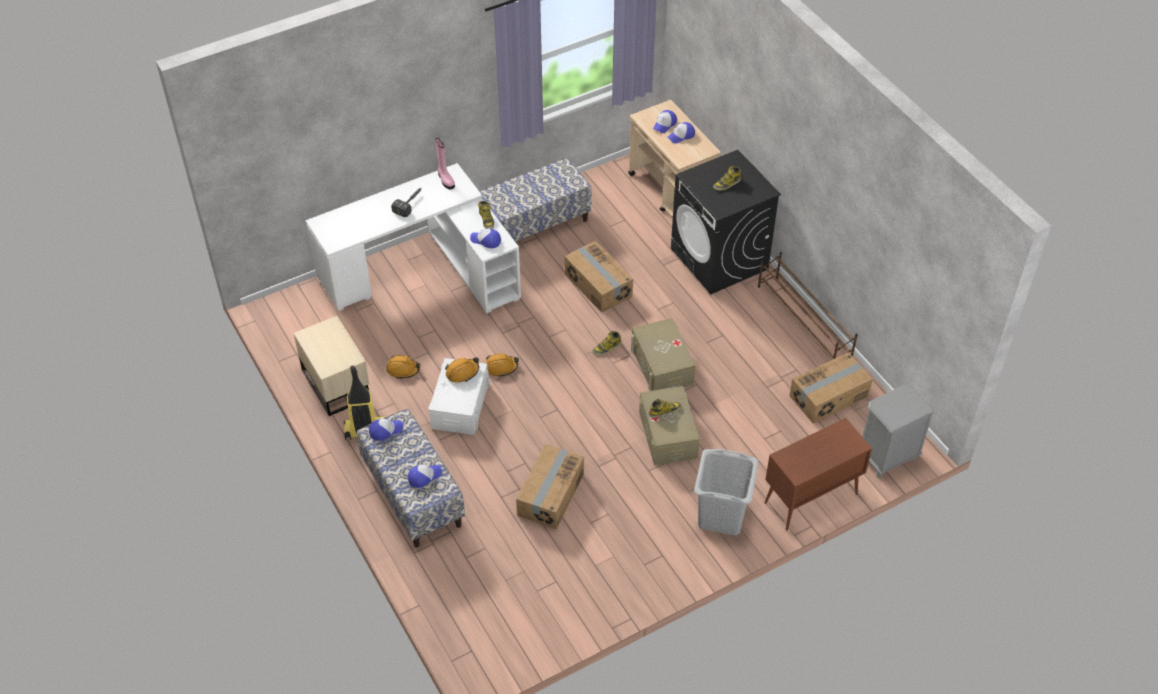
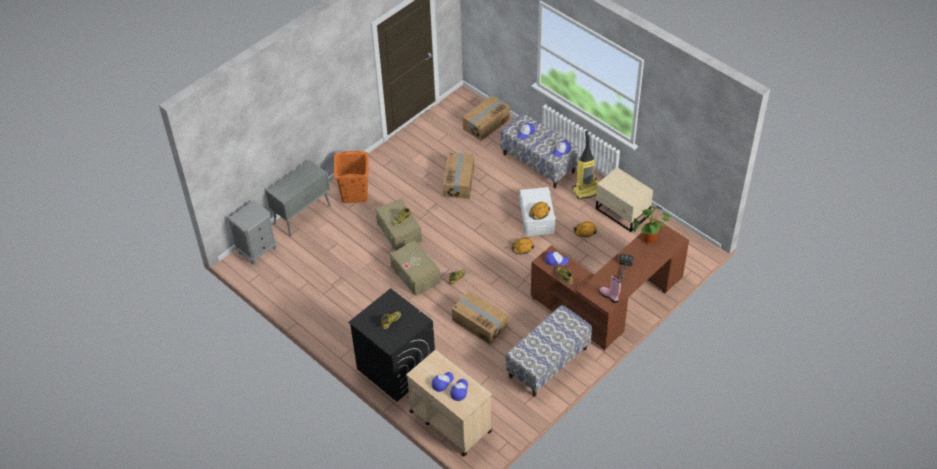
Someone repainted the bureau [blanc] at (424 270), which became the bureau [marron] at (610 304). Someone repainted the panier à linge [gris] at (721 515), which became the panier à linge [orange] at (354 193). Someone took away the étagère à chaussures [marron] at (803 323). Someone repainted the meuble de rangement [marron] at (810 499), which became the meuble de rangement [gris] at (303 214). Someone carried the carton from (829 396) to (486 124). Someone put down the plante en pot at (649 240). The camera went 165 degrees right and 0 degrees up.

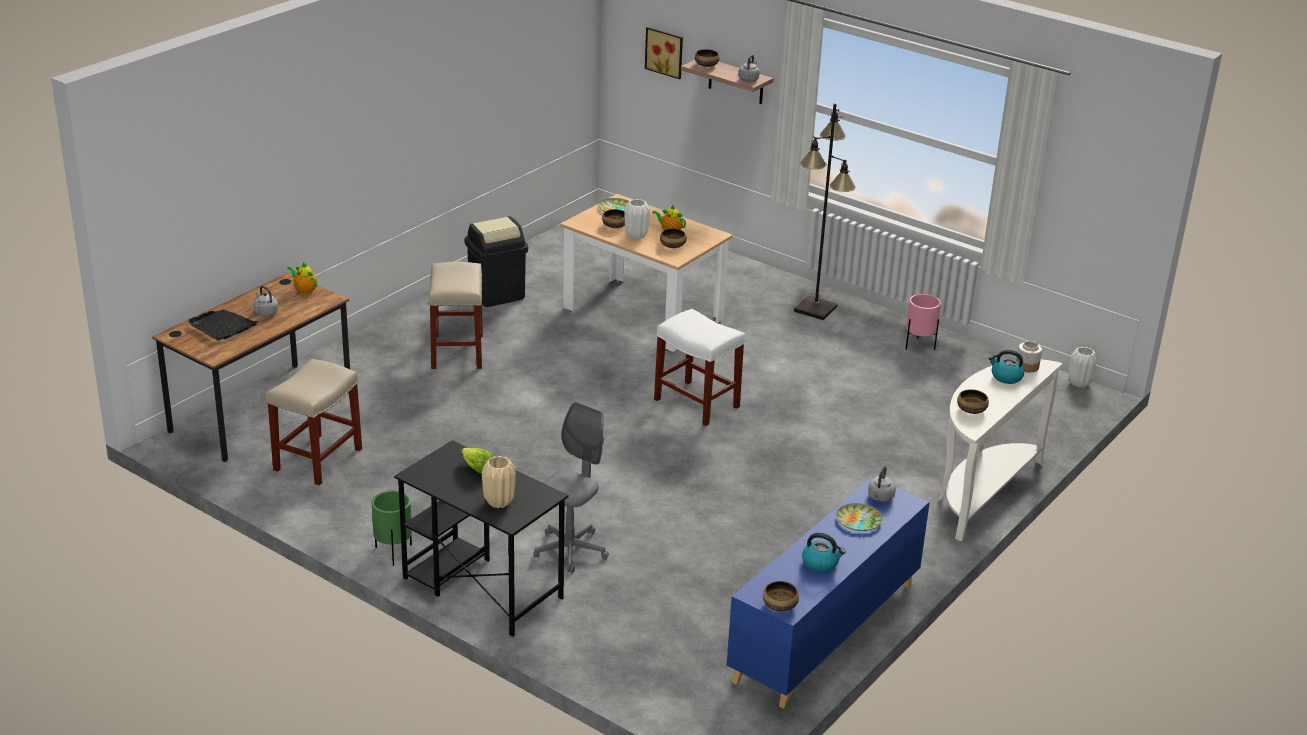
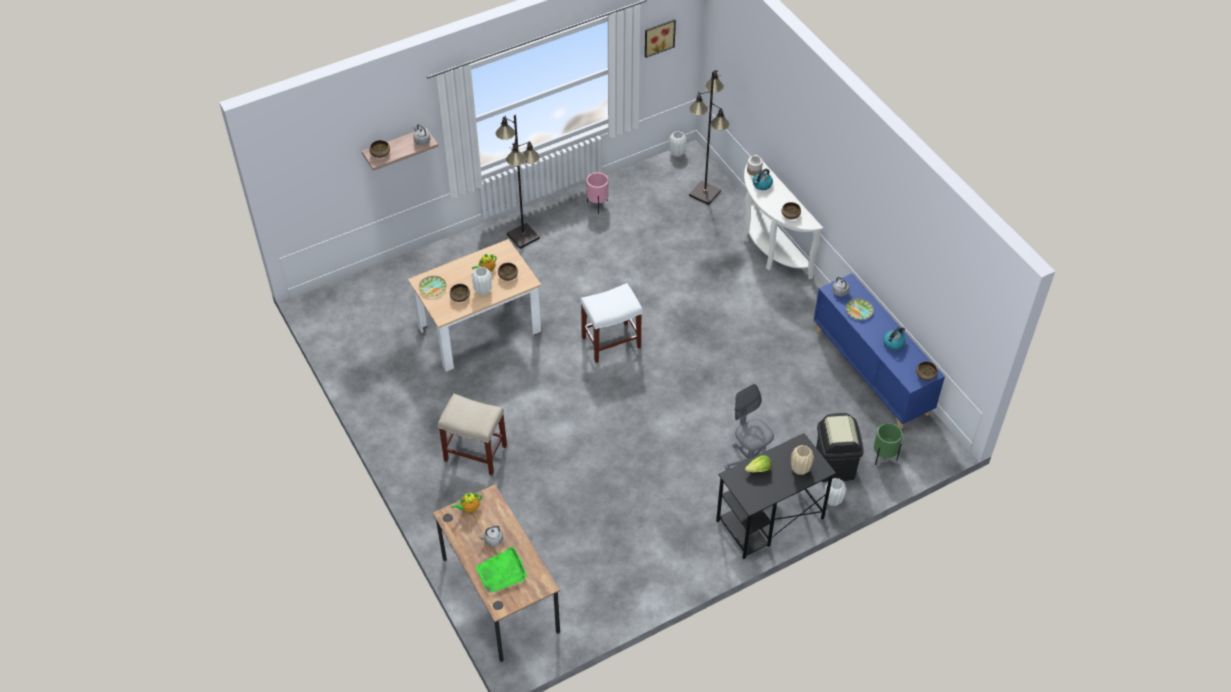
Someone repainted the plateau [noir] at (222 326), which became the plateau [vert] at (501 572). Someone took away the tabouret [beige] at (317 460). Someone carried the cache-pot [vert] from (393 553) to (883 457). Someone carried the poubelle [noir] from (496 294) to (834 466). Someone carried the tableau from (665 52) to (658 37). Someone put down the lampadaire [noir] at (705 193). Someone put down the vase [blanc] at (833 500). The camera went 65 degrees left and 20 degrees up.

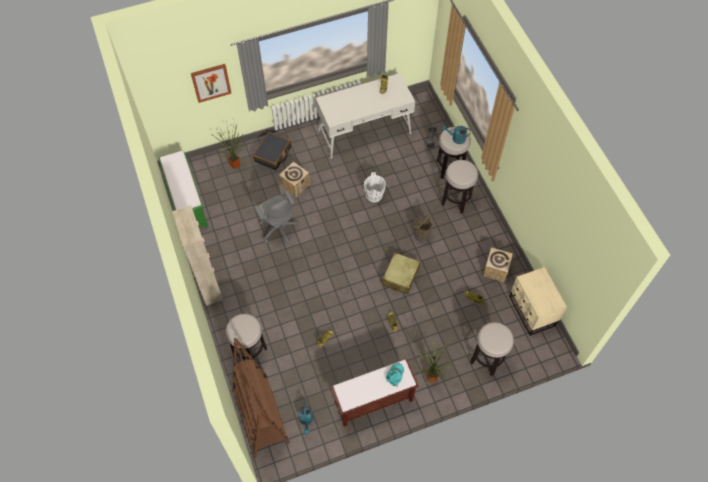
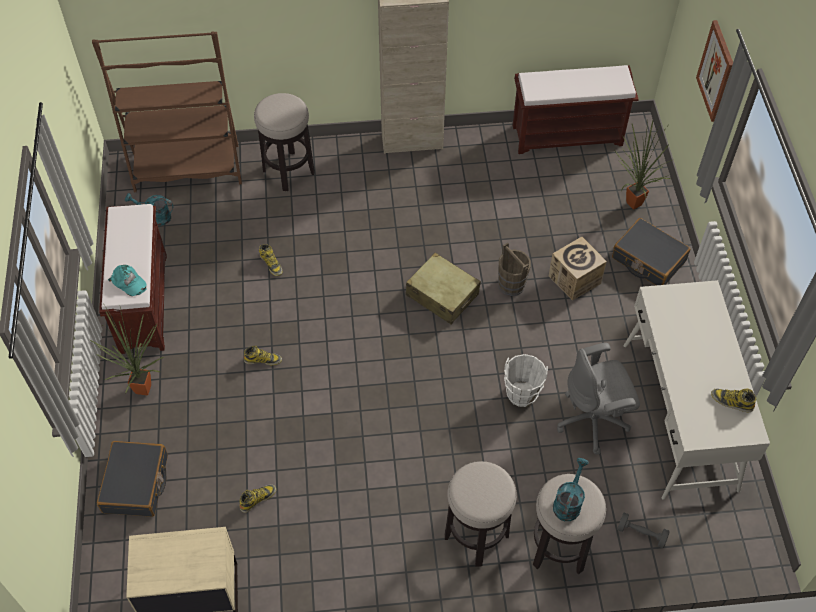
Someone repainted the banc [vert] at (187 204), which became the banc [marron] at (568 135). Someone carried the chaise de bureau [gris] from (278 228) to (593 420). Someone carried the valise [beige] from (400 276) to (442 295). Someone carried the seau [marron] from (421 235) to (511 284). Someone swapped the tabouret at (487 359) for the valise [noir] at (136 484). Someone took away the carton at (495 270). The camera went 105 degrees right and 5 degrees down.

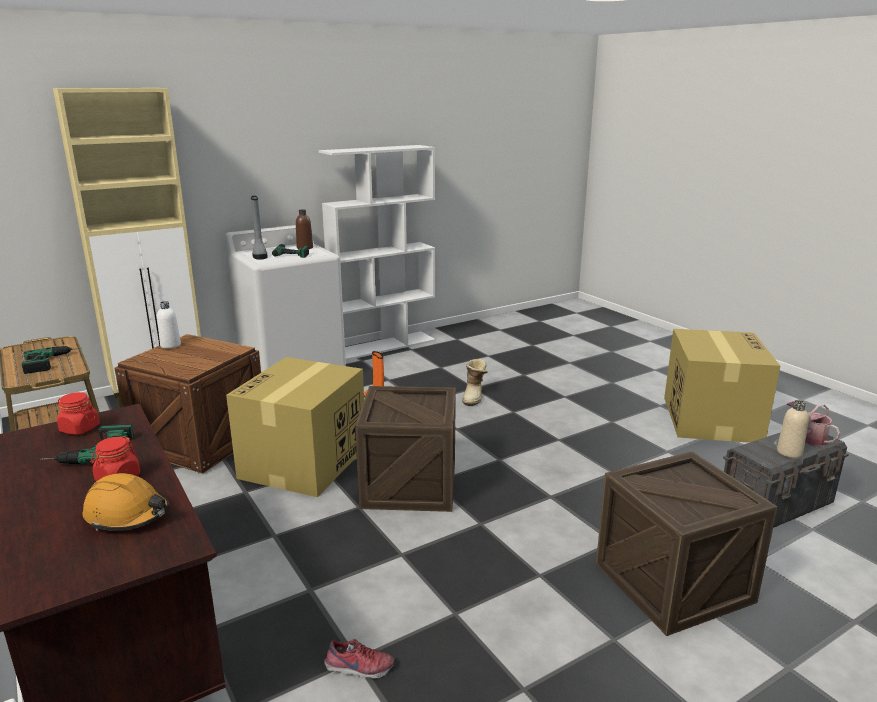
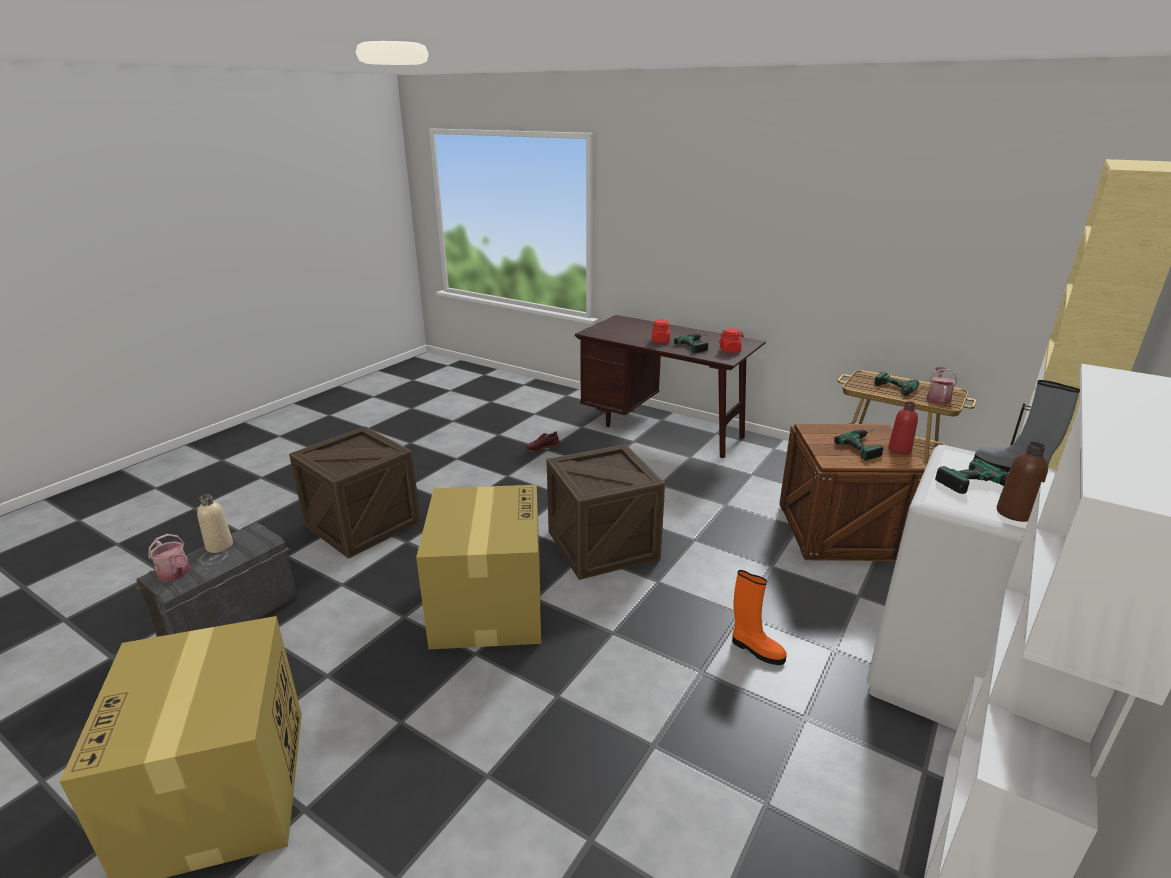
Someone took away the casque de chantier [orange] at (128 515). Someone repainted the bouteille [blanc] at (170 345), which became the bouteille [rouge] at (899 450). Someone carried the carton from (303 463) to (488 603). Someone took away the botte at (474 397). Someone put down the perceuse at (866 446). Someone put down the arrosoir at (937 398). The camera went 155 degrees right and 5 degrees up.

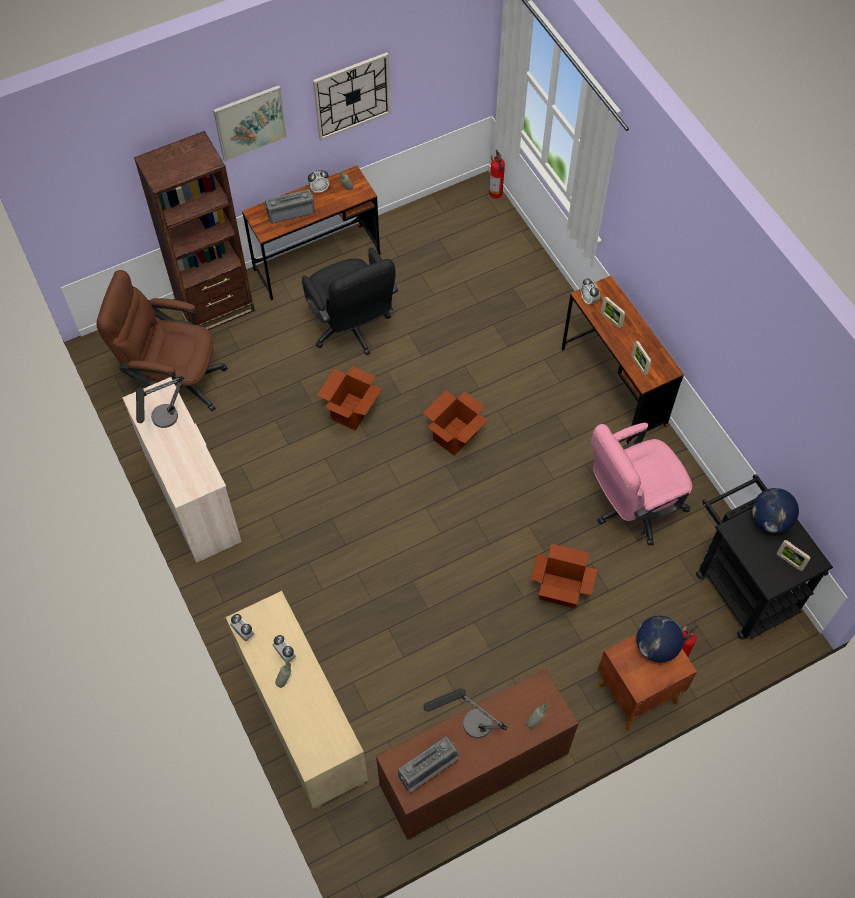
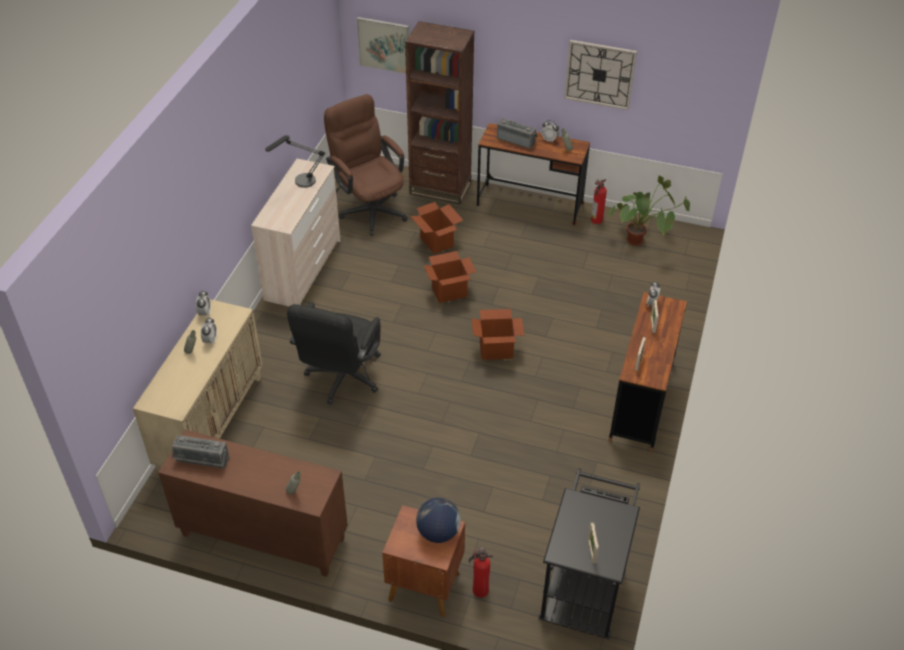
Someone carried the tableau from (250 122) to (384 45). Someone carried the chaise de bureau [noir] from (352 329) to (341 380). Someone took away the lampe de table at (468 725). Someone carried the extincteur from (496 194) to (596 220). Someone carried the carton from (560 590) to (437 242). Someone took away the chaise de bureau [rose] at (631 508). Someone took away the globe at (770 520). Someone put down the plante en pot at (642 239). The camera went 45 degrees right and 15 degrees down.

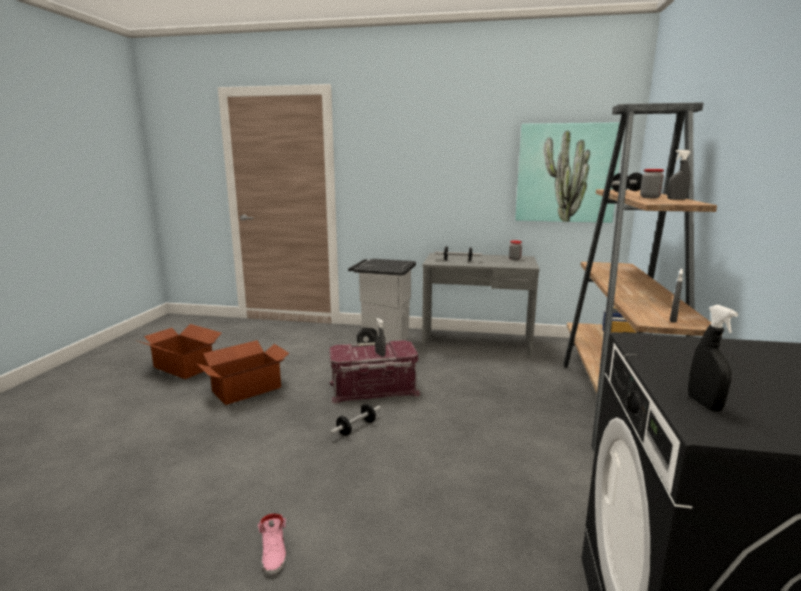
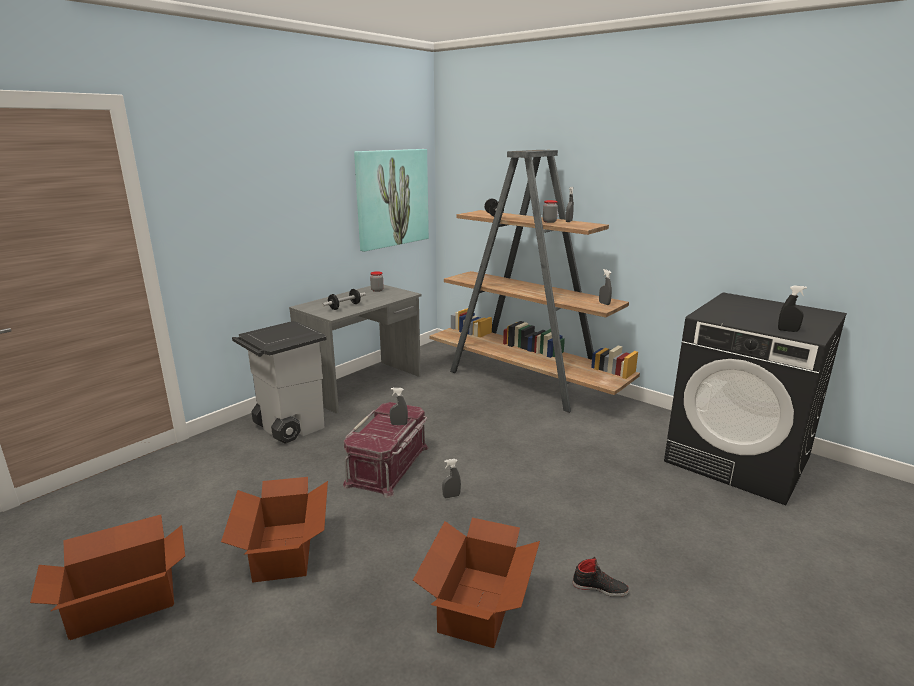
Someone repainted the chaussure [rose] at (274 552), which became the chaussure [noir] at (600 587). Someone swapped the haltère at (356 428) for the vaporisateur [gris] at (451 496). Someone put down the carton at (477 605). The camera went 60 degrees left and 5 degrees up.

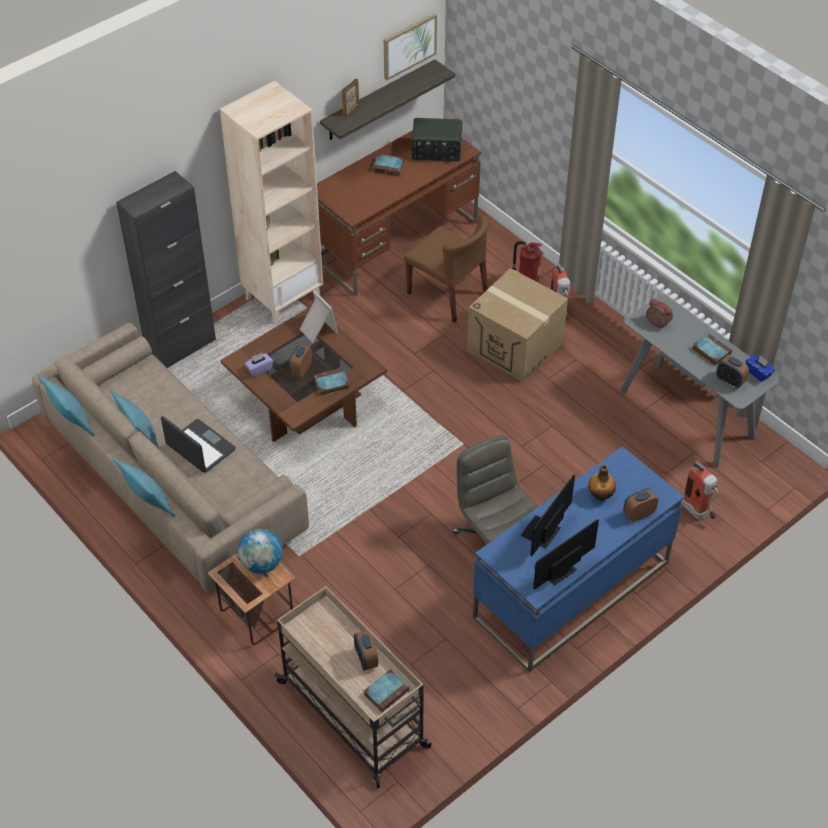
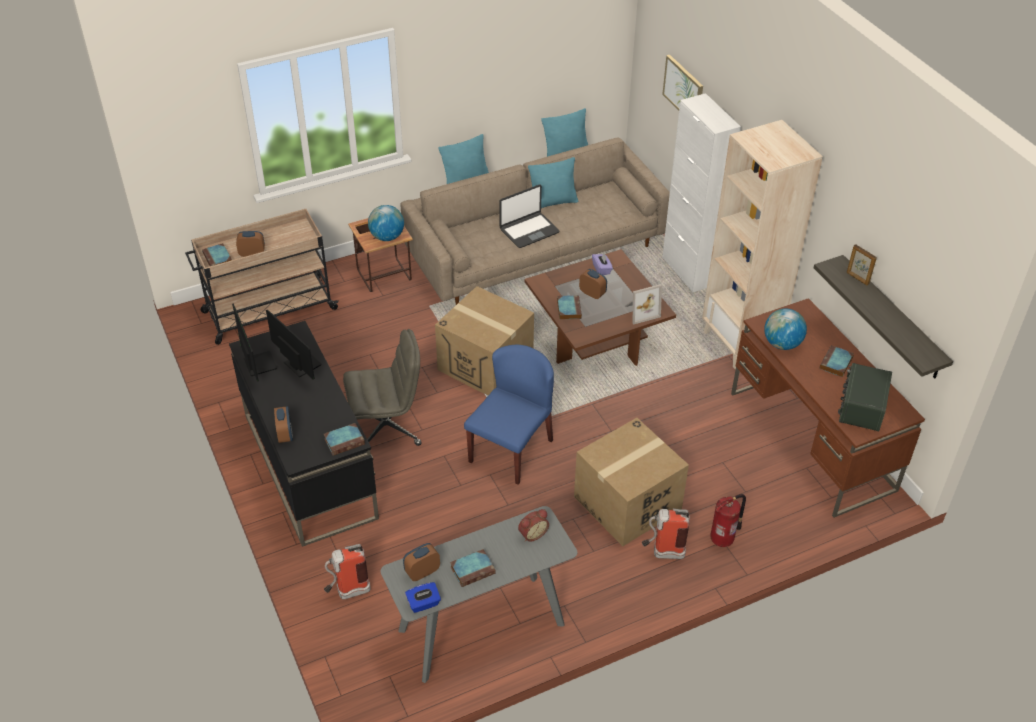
Someone repainted the meuble de rangement [noir] at (181 347), which became the meuble de rangement [blanc] at (688 271). Someone carried the tableau from (409 46) to (683 90). Someone took away the chaise [marron] at (448 293). Someone repainted the bureau [bleu] at (571 591), which became the bureau [noir] at (309 466). Someone took away the bouteille at (600 495). Someone put down the livre at (345 441). Someone put down the carton at (486 364). Someone put down the chaise [bleu] at (511 450). Someone put down the globe at (782 344). The camera went 105 degrees right and 5 degrees down.

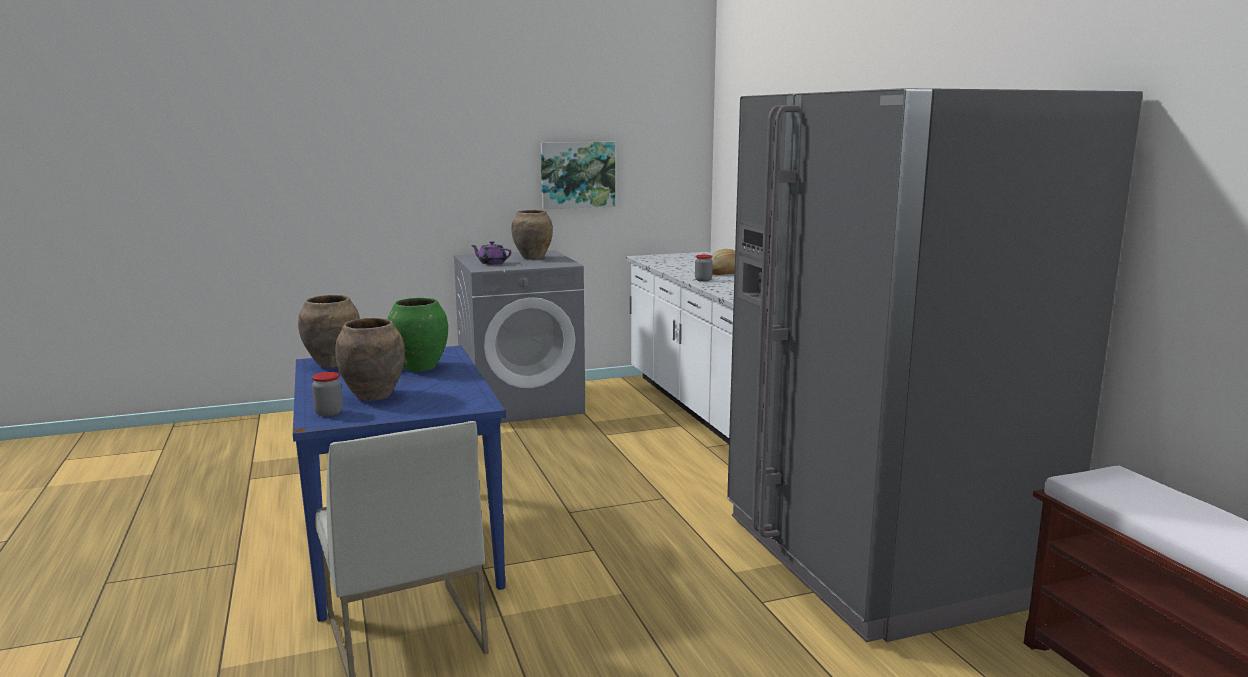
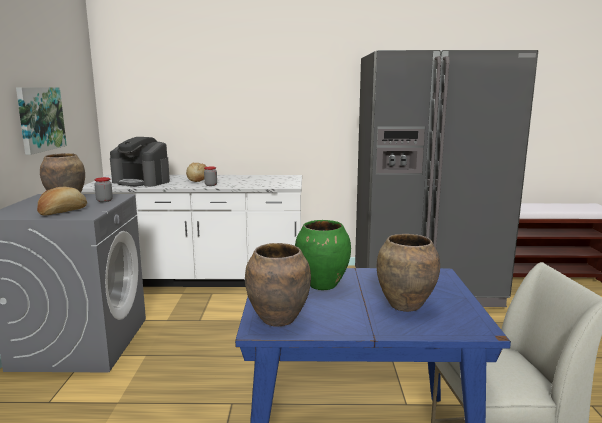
Someone carried the bocal from (329 413) to (104 201). Someone swapped the théière [violet] at (492 263) for the pain at (63 212). Someone put down the machine à café at (142 182). The camera went 70 degrees left and 0 degrees up.

